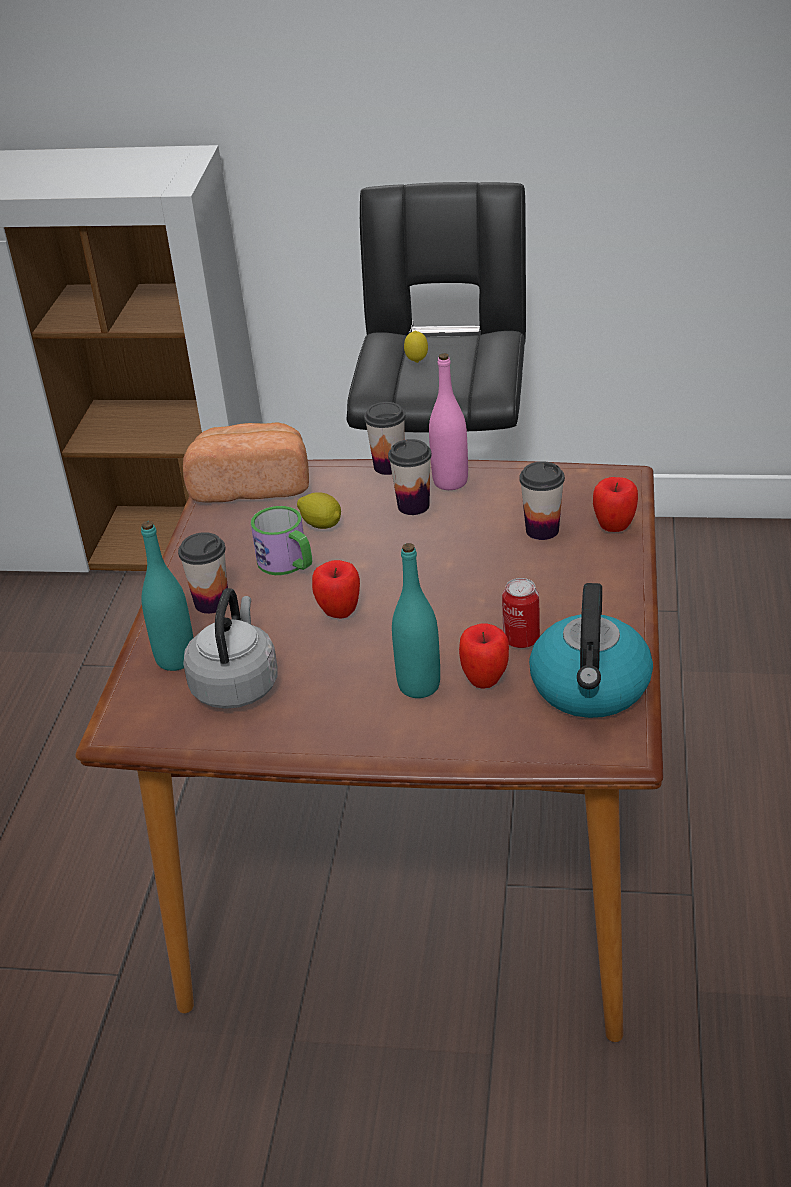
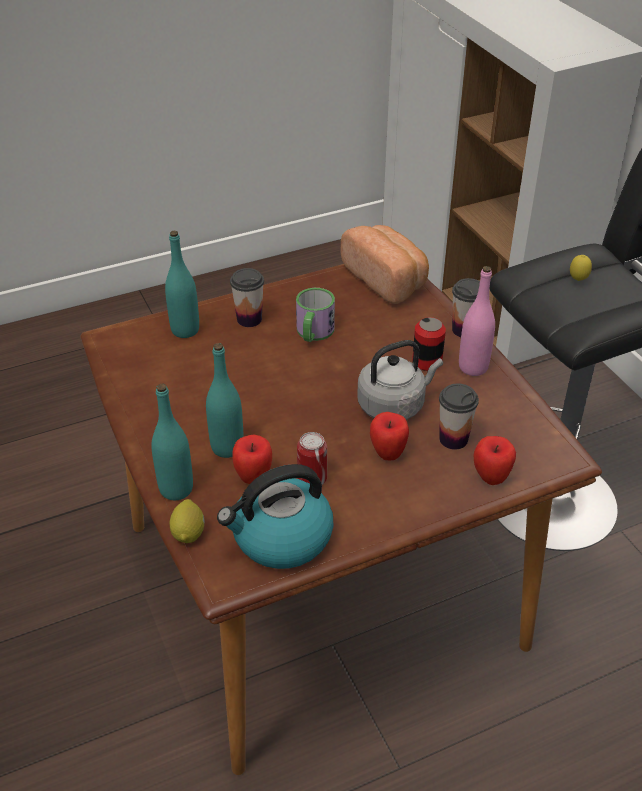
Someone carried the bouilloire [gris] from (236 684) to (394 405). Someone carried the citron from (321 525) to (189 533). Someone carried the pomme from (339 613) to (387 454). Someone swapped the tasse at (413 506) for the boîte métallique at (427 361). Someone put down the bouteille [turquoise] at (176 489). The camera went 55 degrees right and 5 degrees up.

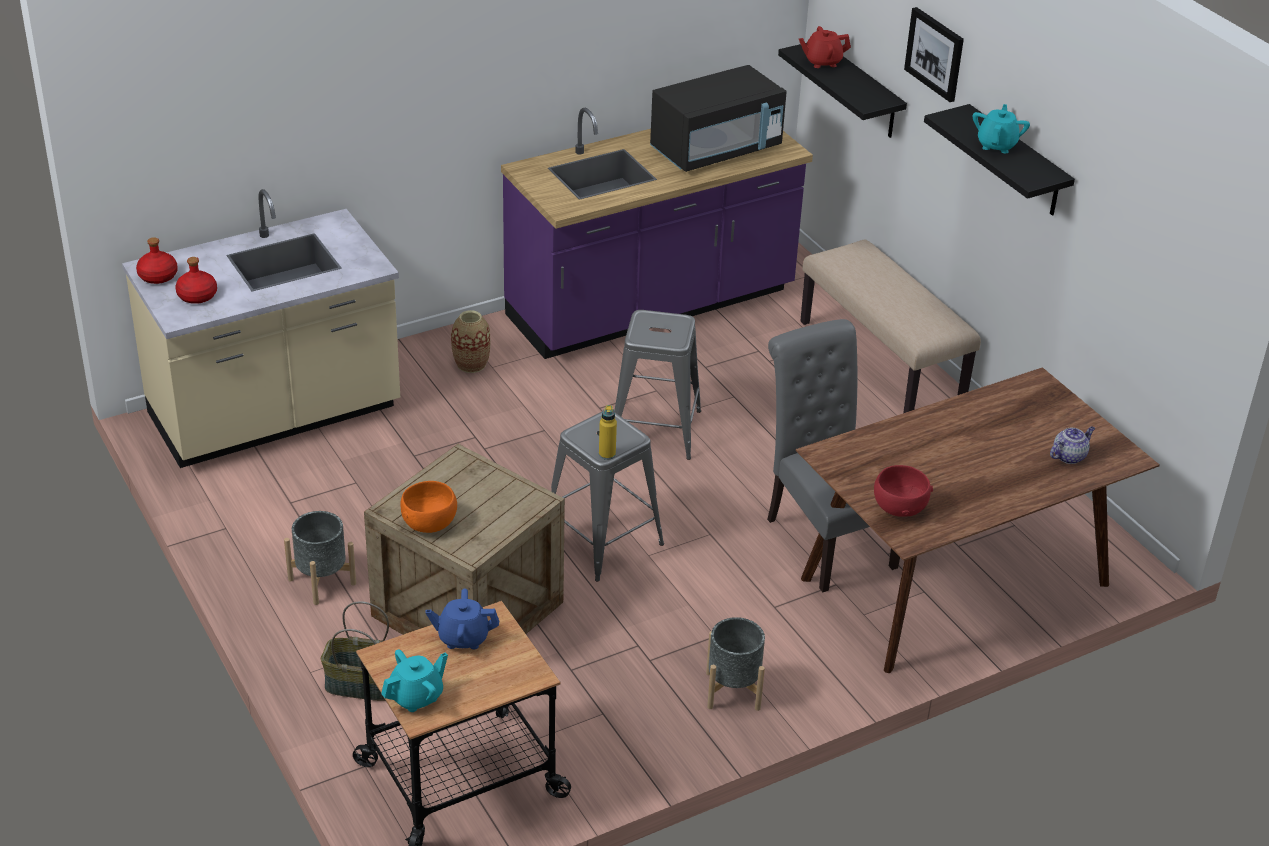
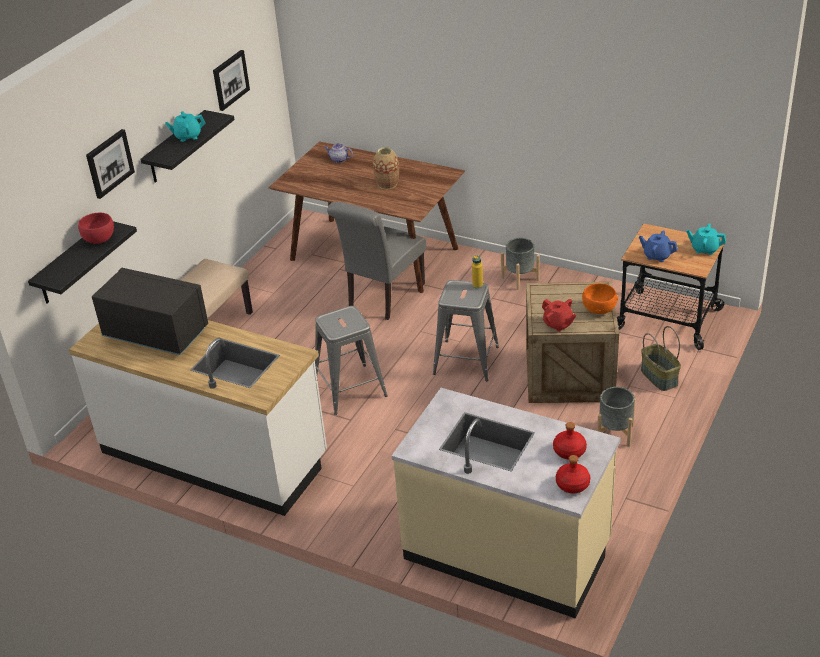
Someone rotated the théière [bleu] at (463 637) by 150 degrees clockwise. Someone carried the vase from (471 364) to (387 184). Someone repainted the comptoir de cuisine [violet] at (651 307), which became the comptoir de cuisine [blanc] at (215 454). Someone carried the théière [rouge] from (822 62) to (558 324). Someone carried the bol [rouge] from (899 508) to (99 239). Someone put up the tableau at (230 80). The camera went 120 degrees left and 0 degrees up.

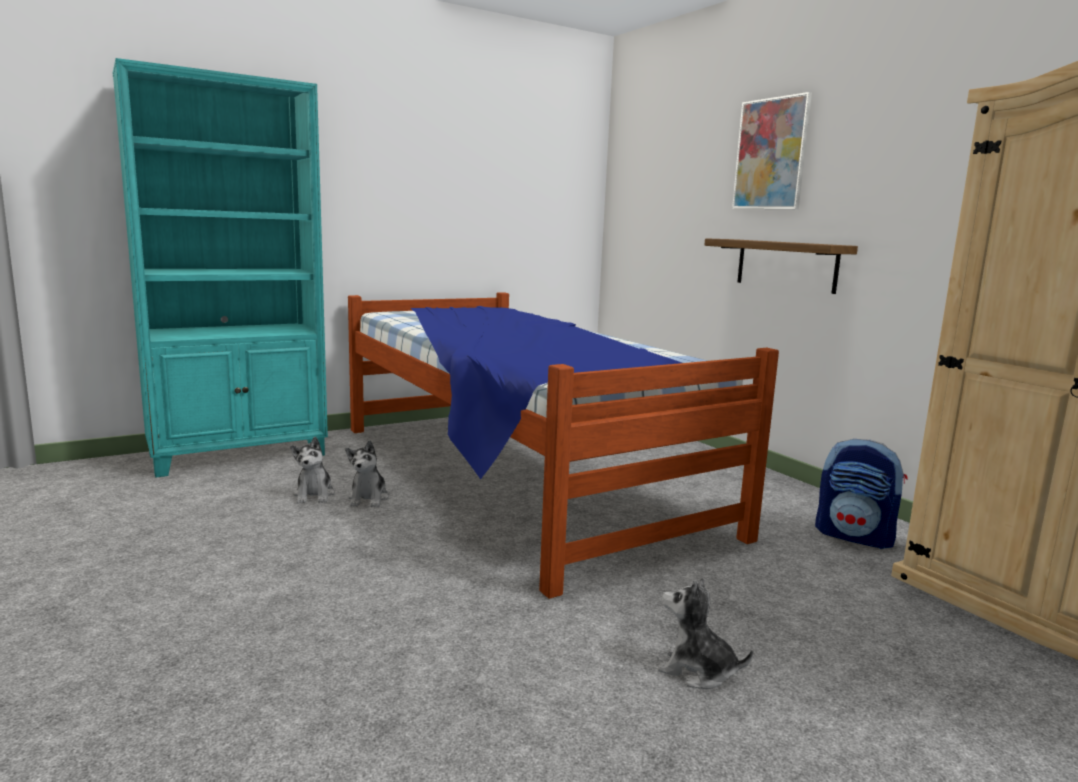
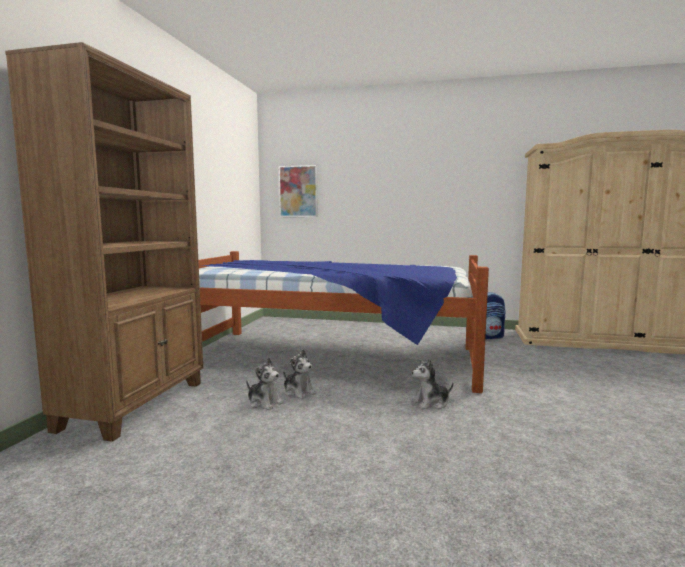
Someone repainted the bibliothèque [turquoise] at (240 455), which became the bibliothèque [marron] at (136 404). Someone carried the peluche from (697 671) to (431 403). Someone took away the étagère at (786 265). Someone carried the tableau from (771 154) to (298 191). The camera went 45 degrees left and 5 degrees down.

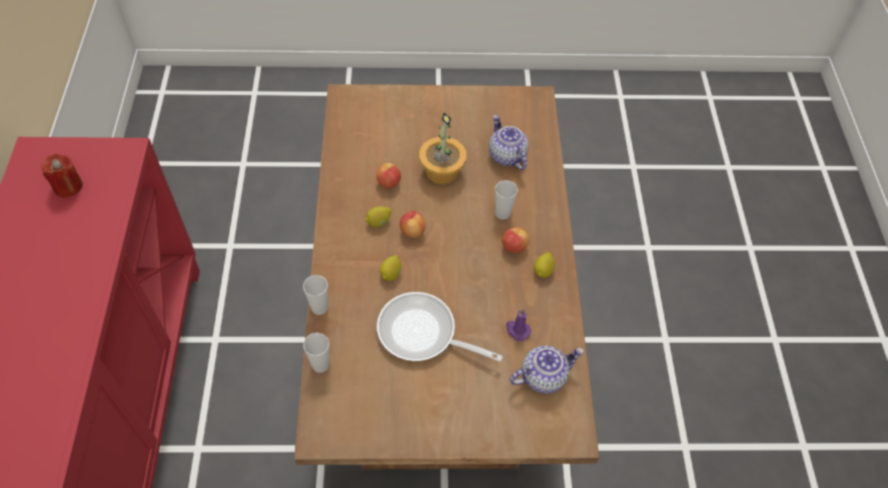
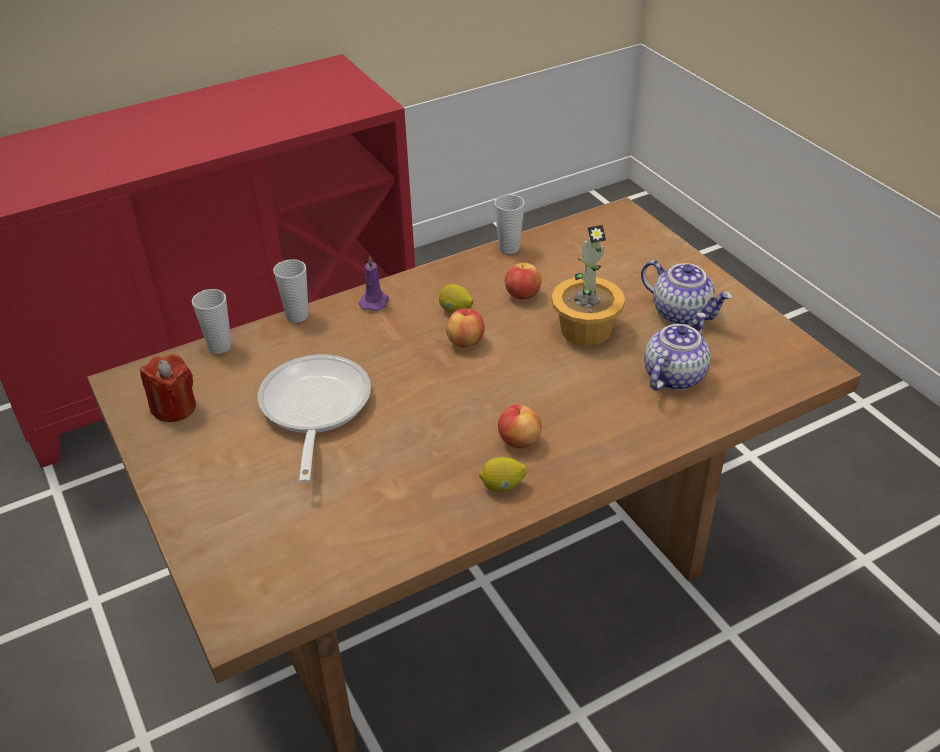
Someone carried the bougie [rouge] from (68 186) to (174 407). Someone took away the citron at (391 274). Someone carried the tasse from (502 213) to (509 248). Someone carried the bougie [violet] from (517 330) to (375 302). Someone carried the théière from (543 376) to (682 313). The camera went 65 degrees right and 15 degrees down.

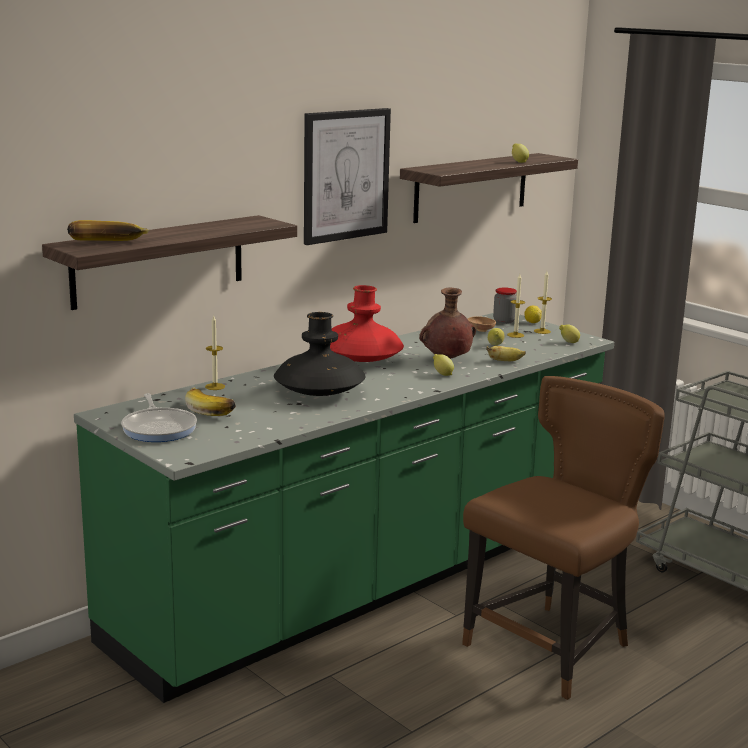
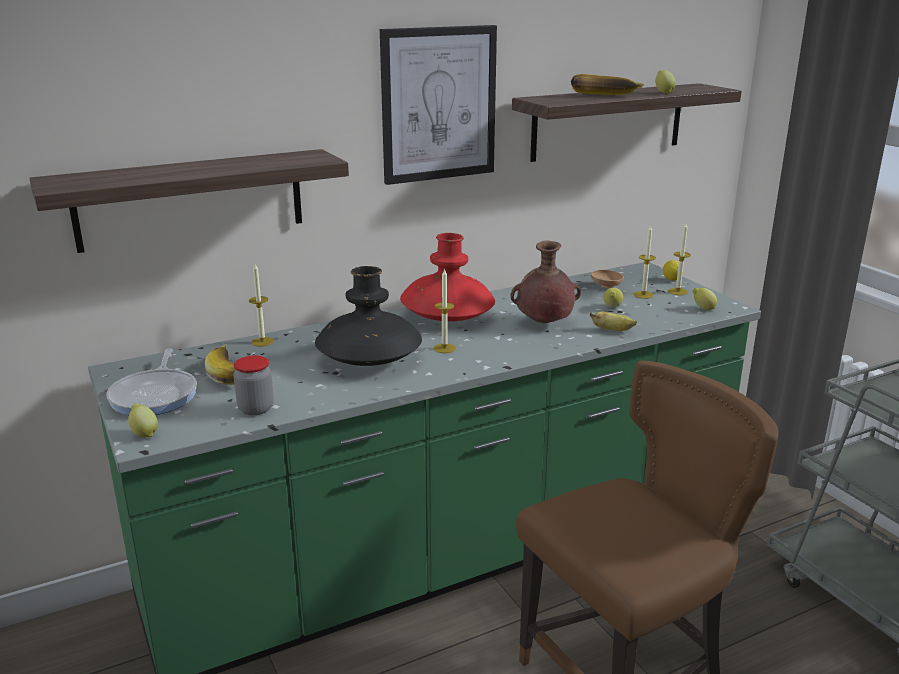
Someone carried the banane from (107 244) to (604 96). Someone carried the citron from (442 374) to (144 433). Someone carried the bocal from (504 321) to (256 409). Someone put down the bougie at (444 348). The camera went 15 degrees right and 5 degrees up.

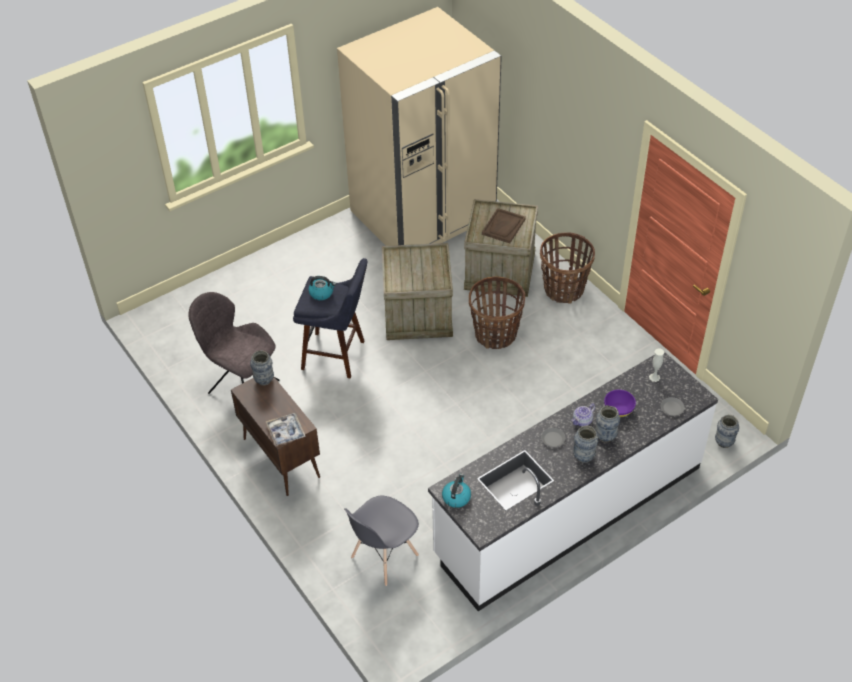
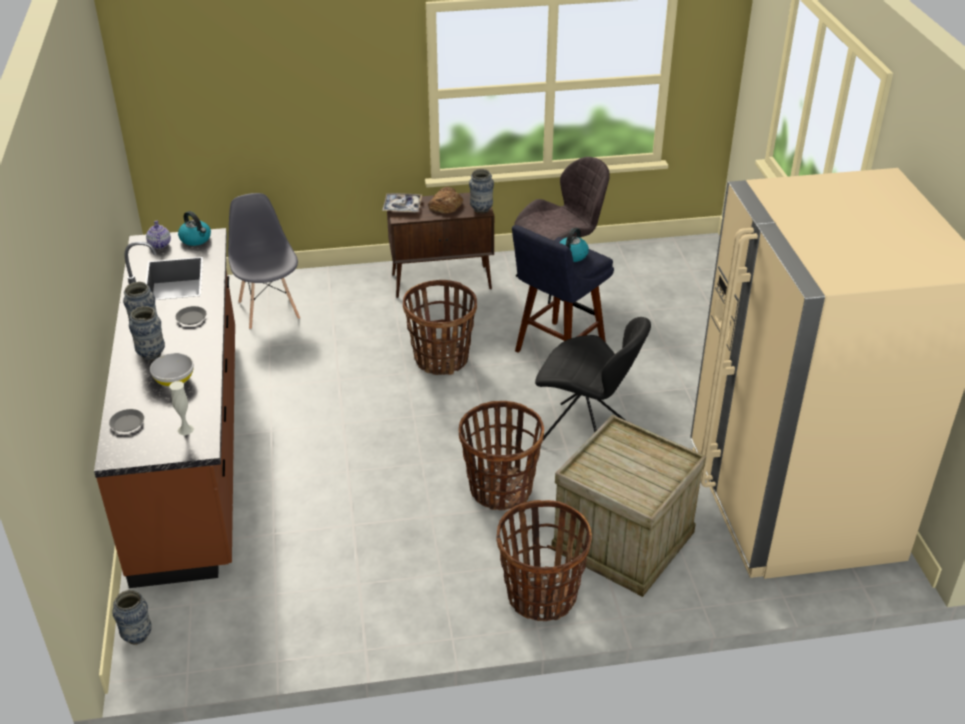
Someone swapped the caisse at (419 313) for the chaise [noir] at (585 434). Someone repainted the comptoir de cuisine [blanc] at (568 510), which became the comptoir de cuisine [marron] at (192 447). Someone took away the plateau [marron] at (503 227). Someone carried the théière from (582 421) to (159 244). Someone repainted the bol [violet] at (618 409), which became the bol [blanc] at (174 380). Someone put down the panier at (441 359). Someone put down the pain at (445 205). The camera went 115 degrees right and 10 degrees down.

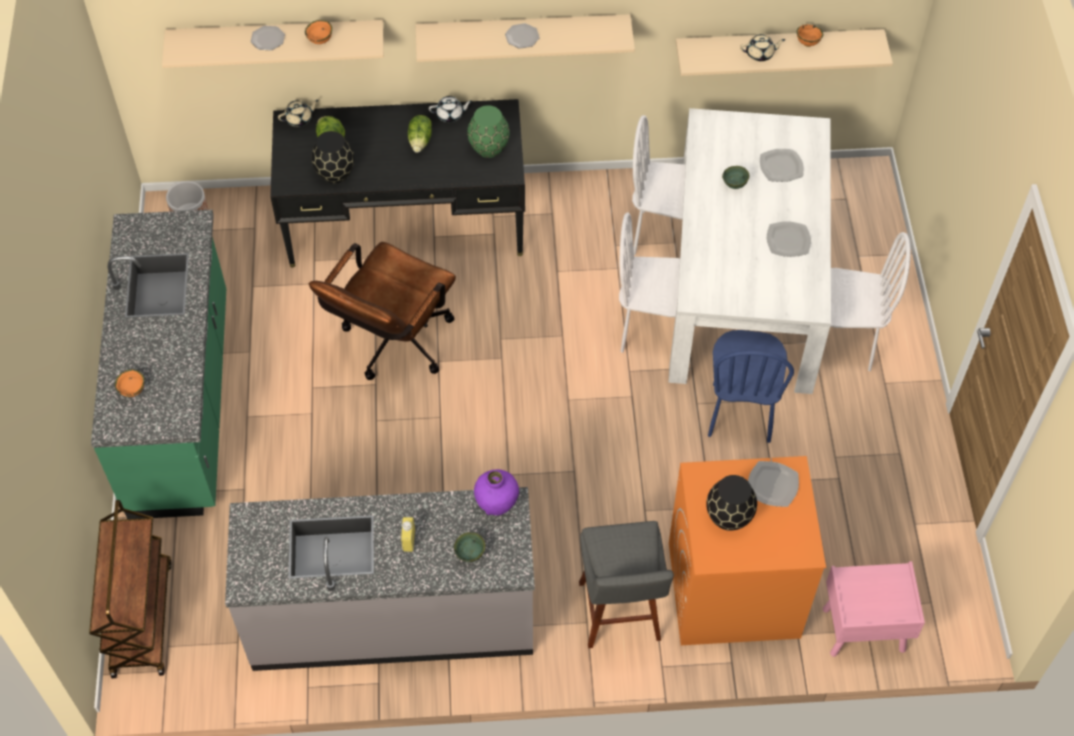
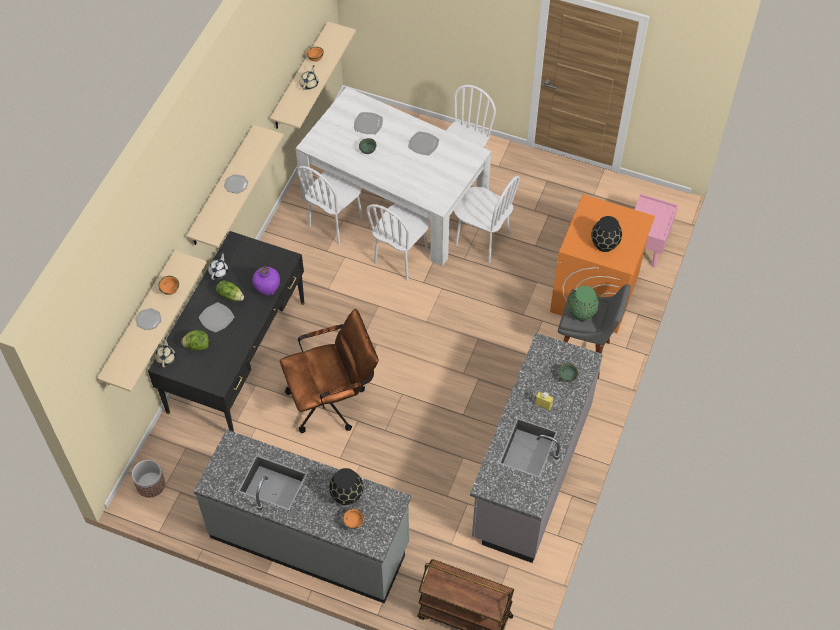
Someone repainted the comptoir de cuisine [vert] at (183 404), which became the comptoir de cuisine [gris] at (310 540). Someone rotated the chaise de bureau [marron] at (392 346) by 75 degrees counterclockwise. Someone carried the vase [noir] from (335 173) to (347 495). Someone carried the vase [vert] from (488 148) to (582 313). Someone carried the vase [violet] from (497 505) to (267 289). Someone repainted the chaise [bleu] at (740 412), which became the chaise [blanc] at (482 241). Someone carried the assiette from (773 485) to (217 318). The camera went 65 degrees left and 0 degrees up.

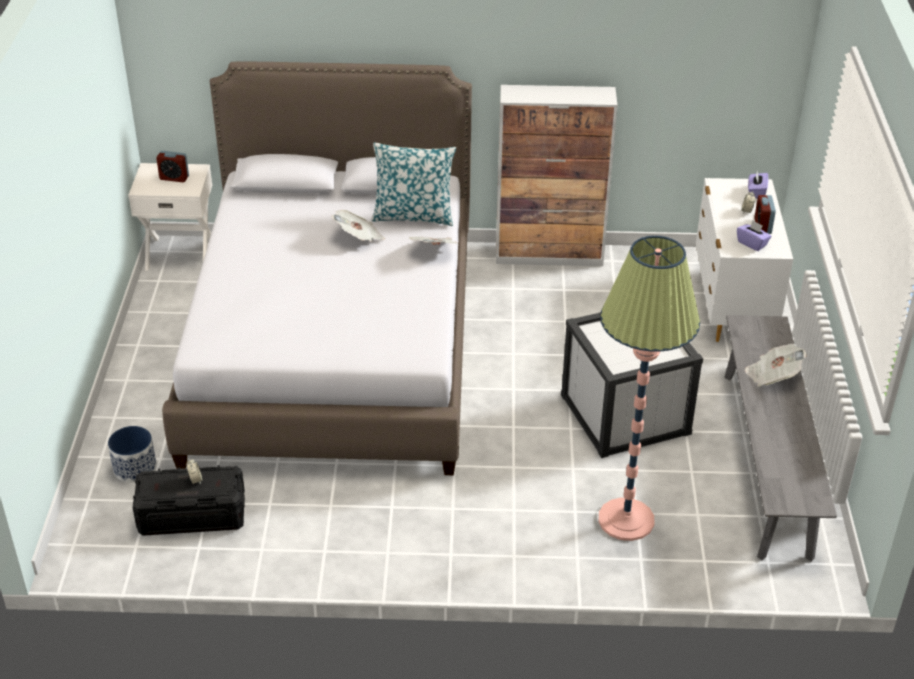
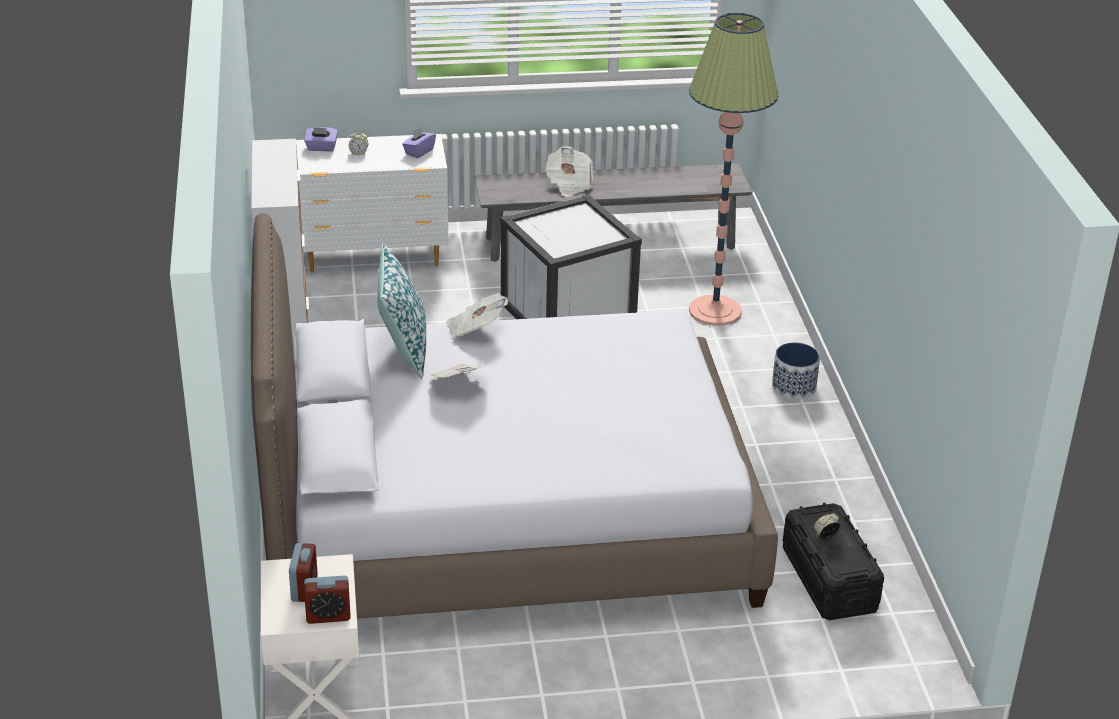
Someone carried the cache-pot from (134 468) to (794 387). Someone carried the réveil from (762 226) to (328 616). The camera went 100 degrees left and 5 degrees down.

